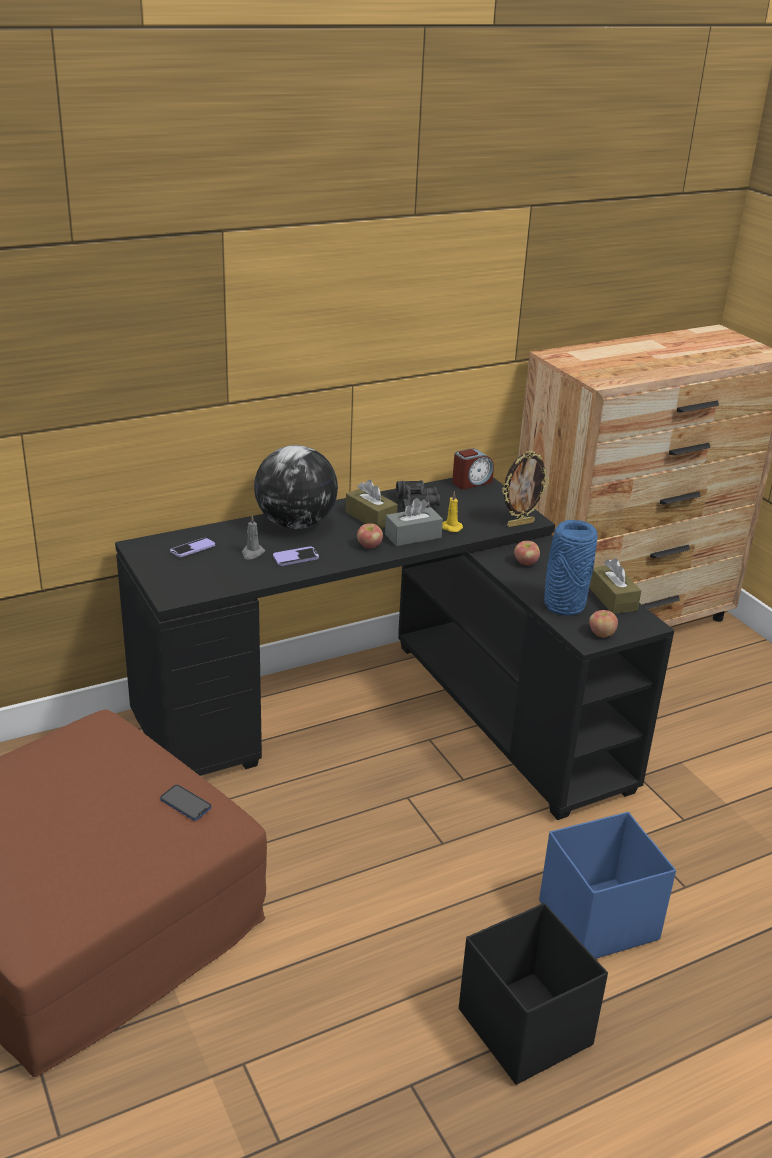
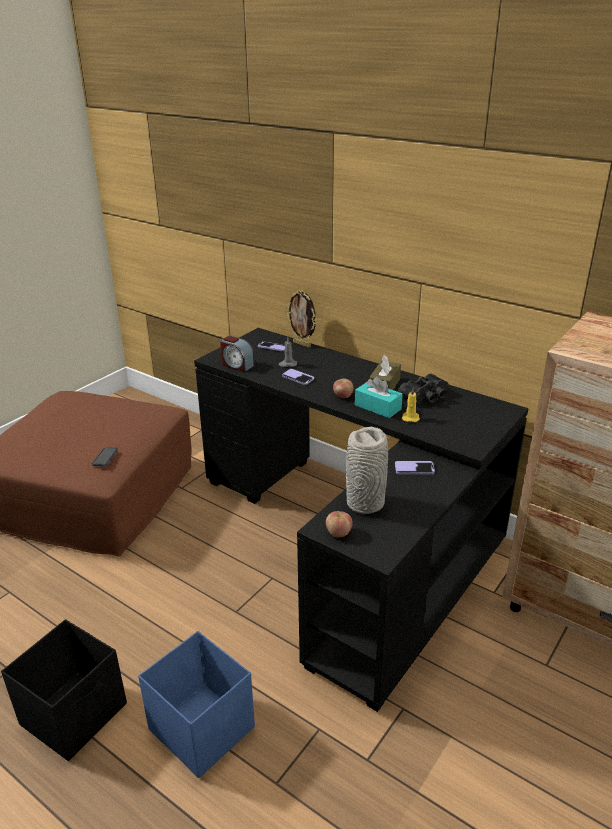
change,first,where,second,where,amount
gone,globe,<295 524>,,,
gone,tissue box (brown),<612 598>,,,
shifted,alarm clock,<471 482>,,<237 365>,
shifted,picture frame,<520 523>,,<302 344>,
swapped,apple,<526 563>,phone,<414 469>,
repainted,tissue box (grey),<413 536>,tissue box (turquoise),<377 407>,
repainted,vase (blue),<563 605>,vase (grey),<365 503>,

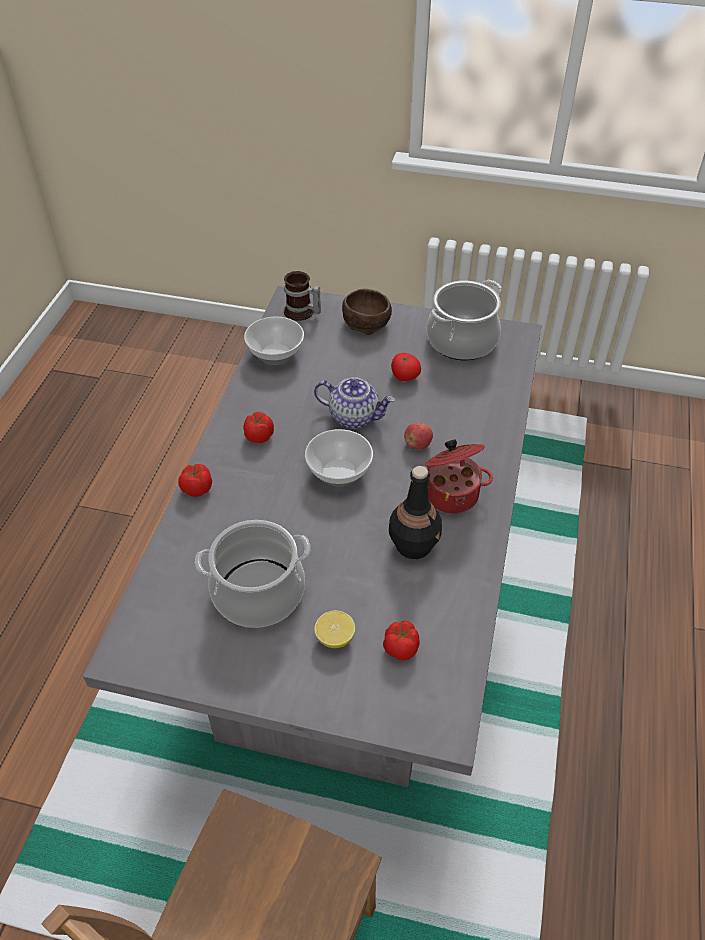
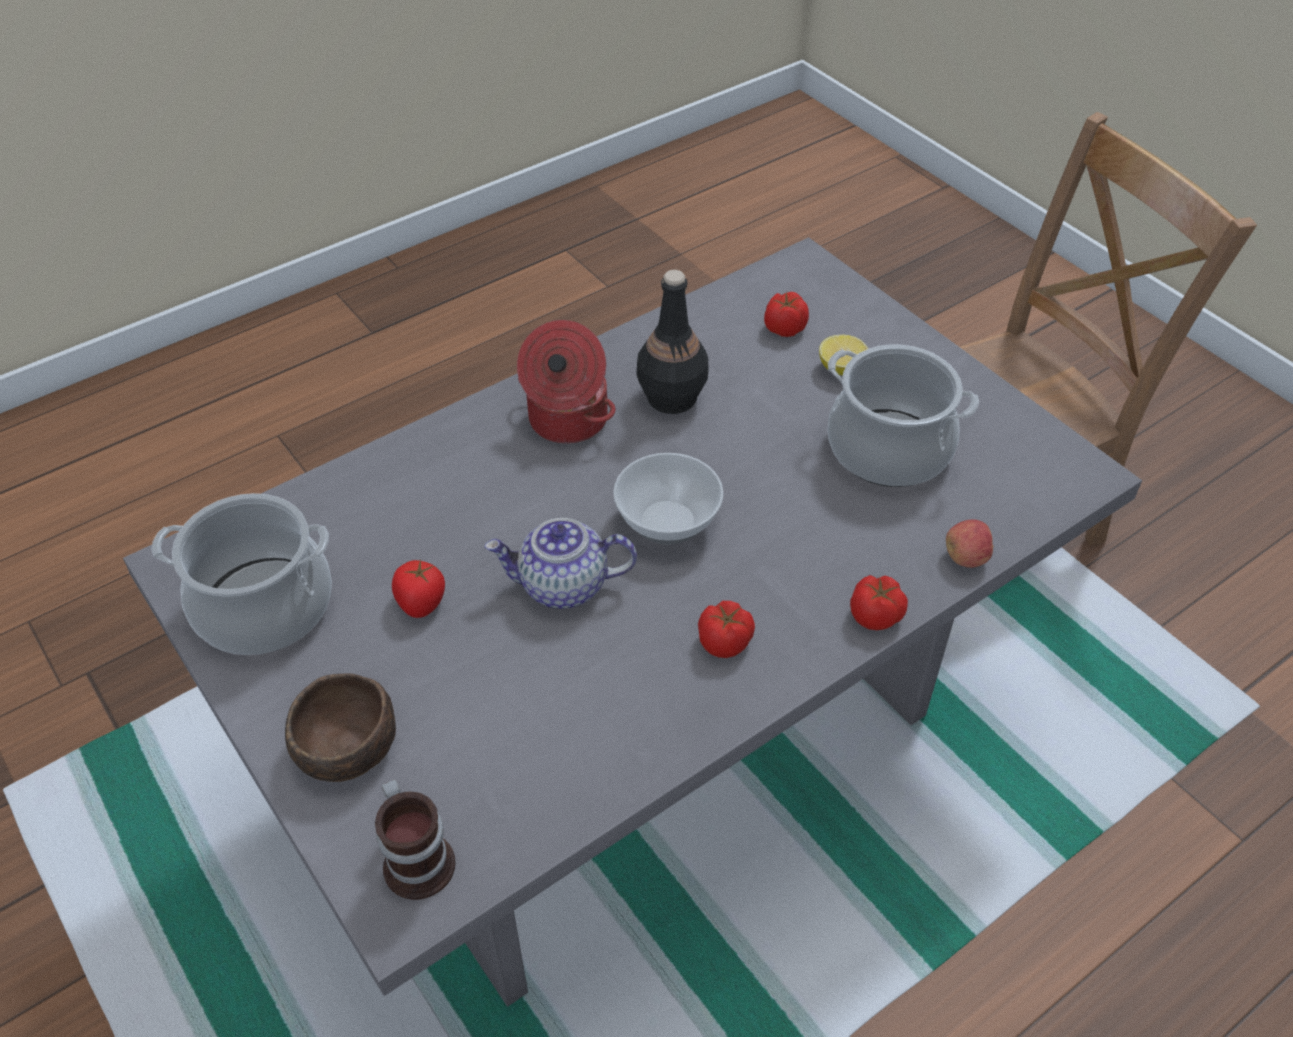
change,first,where,second,where,amount
gone,bowl,<275 355>,,,
shifted,apple,<417 444>,,<966 557>,
rotated,teapot,<354 416>,,<562 586>,60 degrees counterclockwise

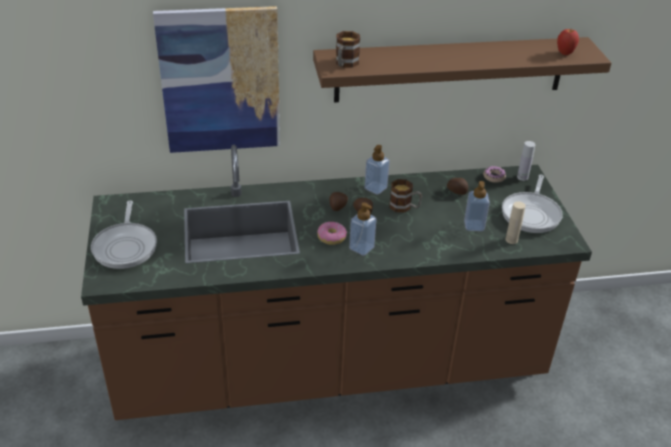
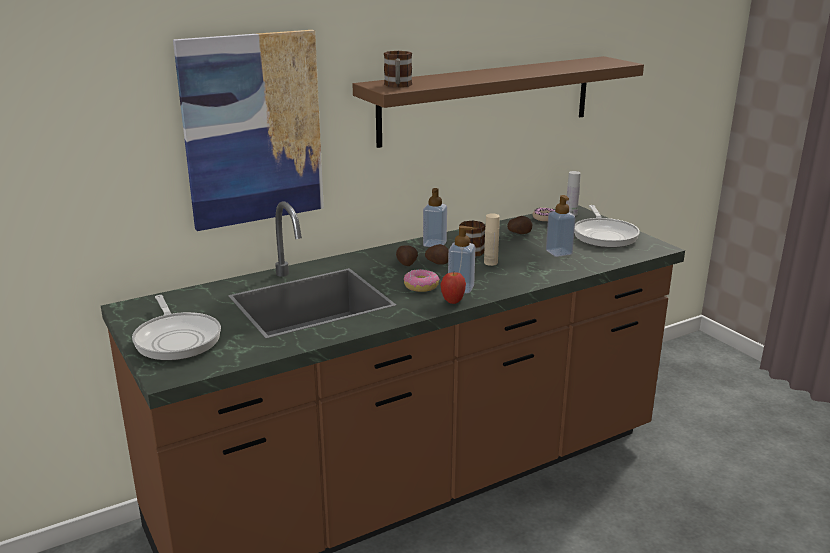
change,first,where,second,where,amount
shifted,bottle (beige),<511 240>,,<490 262>,
shifted,apple,<565 53>,,<452 301>,

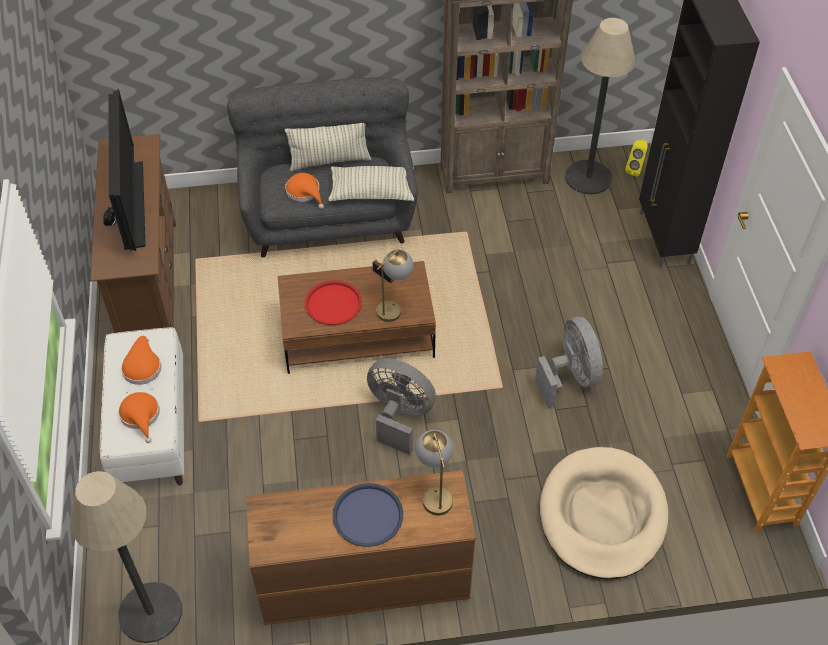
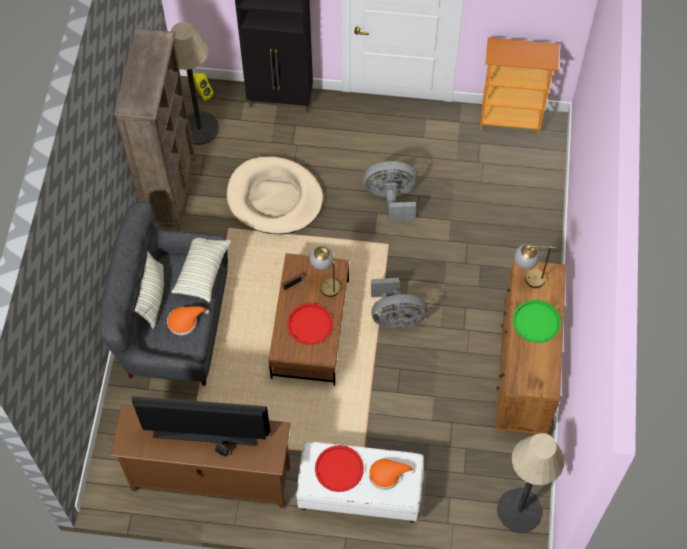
change,first,where,second,where,amount
shifted,dog bed (beige),<602 515>,,<275 198>,
swapped,hat (orange),<142 366>,tray (red),<339 469>,
repainted,tray (blue),<368 515>,tray (green),<536 321>,
rotated,fan (grey),<399 416>,,<395 317>,135 degrees counterclockwise

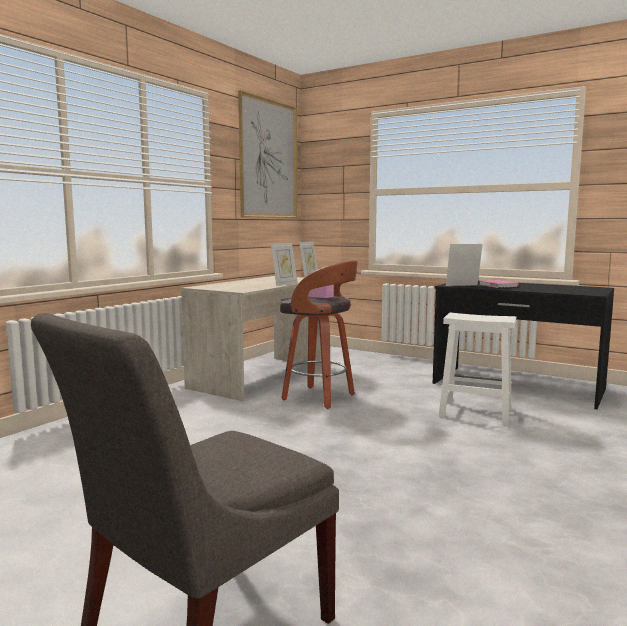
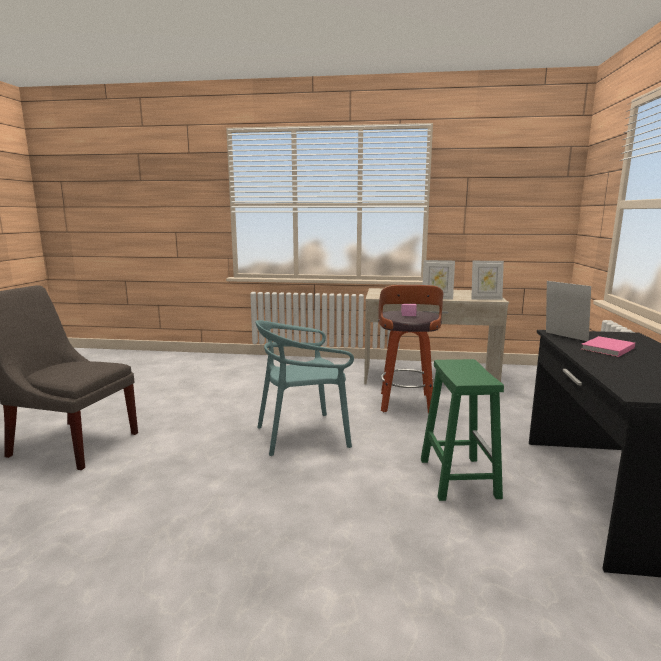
change,first,where,second,where,amount
gone,picture,<268 159>,,,
new,,,chair (turquoise),<303 435>,
repainted,stool (white),<474 413>,stool (green),<457 477>,

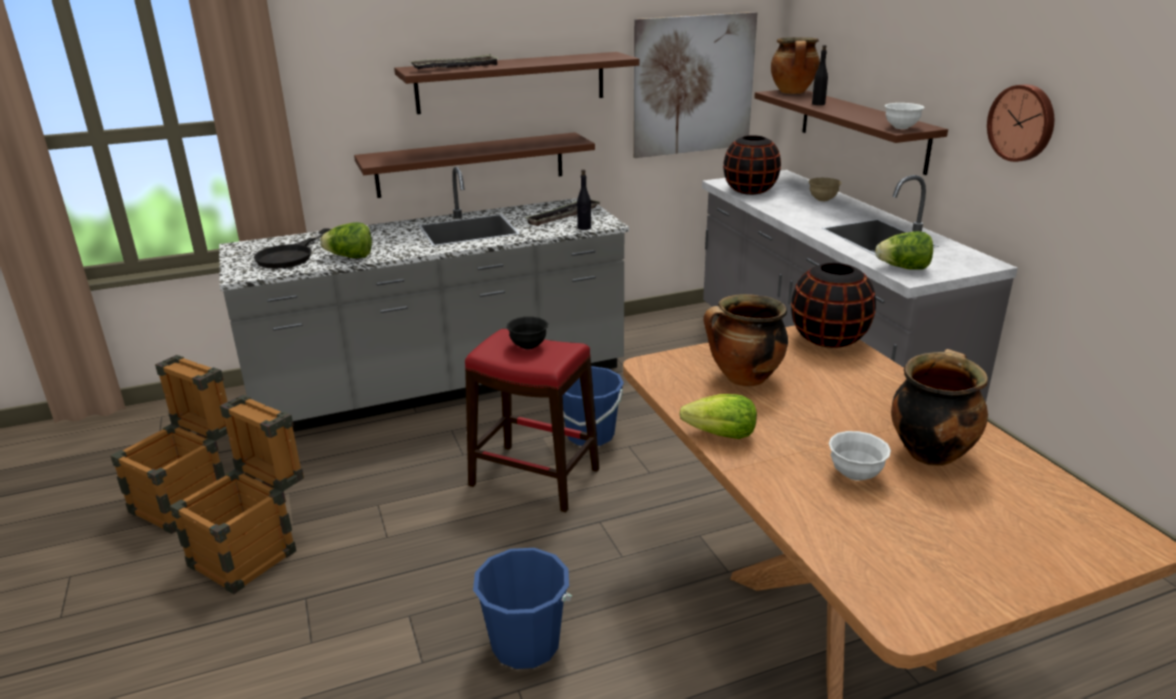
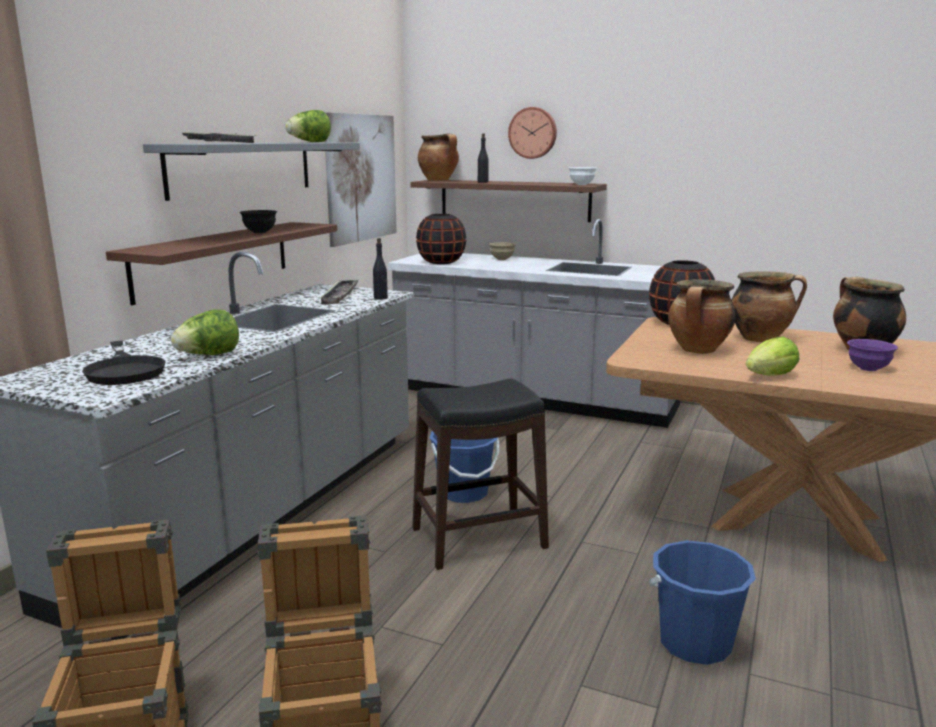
change,first,where,second,where,amount
new,,,cooking pot,<761 339>,
shifted,bowl (black),<528 346>,,<259 232>,
shifted,lettuce,<903 268>,,<310 142>,
shifted,wall clock,<1023 123>,,<533 133>,
repainted,shelf (brown),<511 82>,shelf (grey),<242 168>,
repainted,stool (red),<534 477>,stool (black),<478 538>,
repainted,bowl (white),<855 474>,bowl (purple),<868 369>,

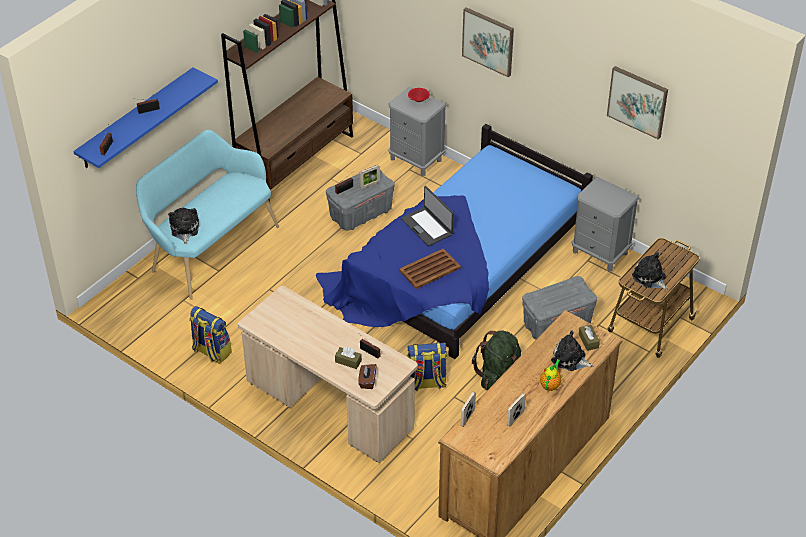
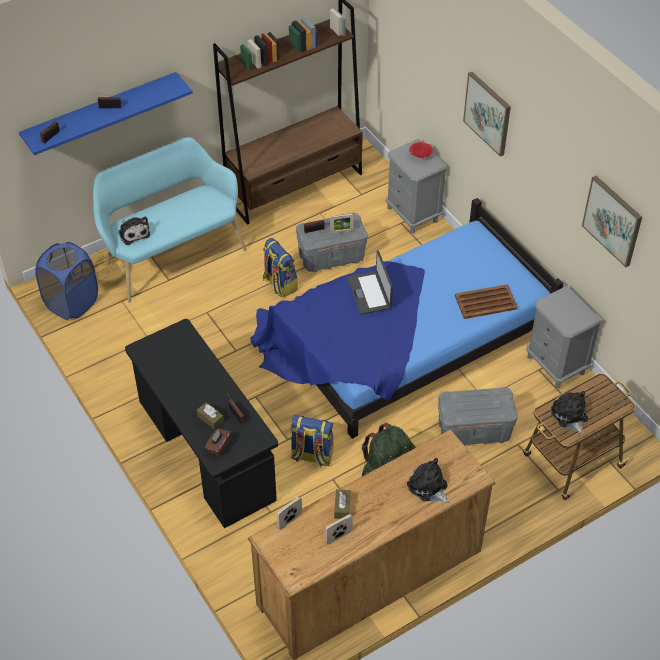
change,first,where,second,where,amount
gone,teapot,<550 384>,,,
new,,,laundry basket (blue),<72 303>,
shifted,backpack,<211 351>,,<279 284>,
shifted,tray (brown),<430 269>,,<486 302>,
shifted,tissue box (brown),<588 341>,,<342 507>,
repainted,desk (beige),<329 406>,desk (black),<206 452>,
rotated,plush toy,<184 229>,,<133 233>,135 degrees clockwise

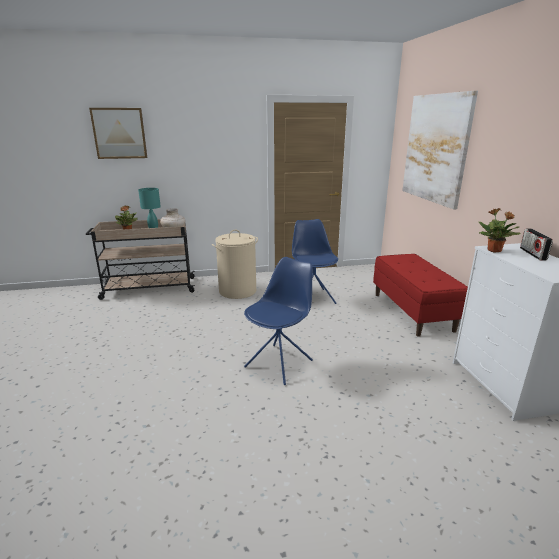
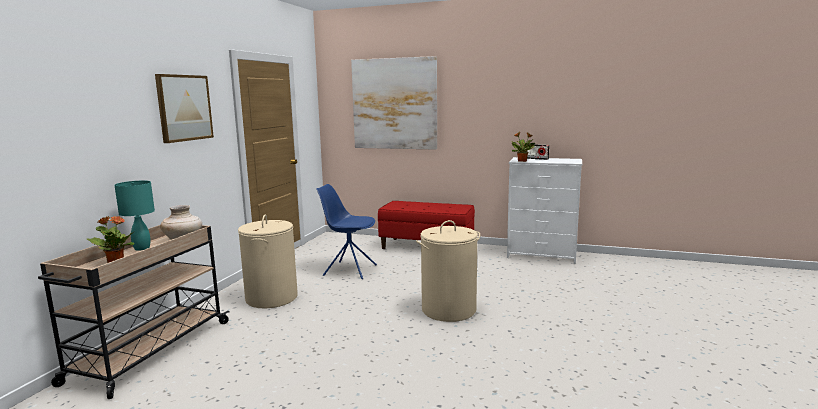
change,first,where,second,where,amount
shifted,picture,<119 133>,,<184 108>,
swapped,chair (blue),<280 363>,laundry basket (beige),<448 309>,

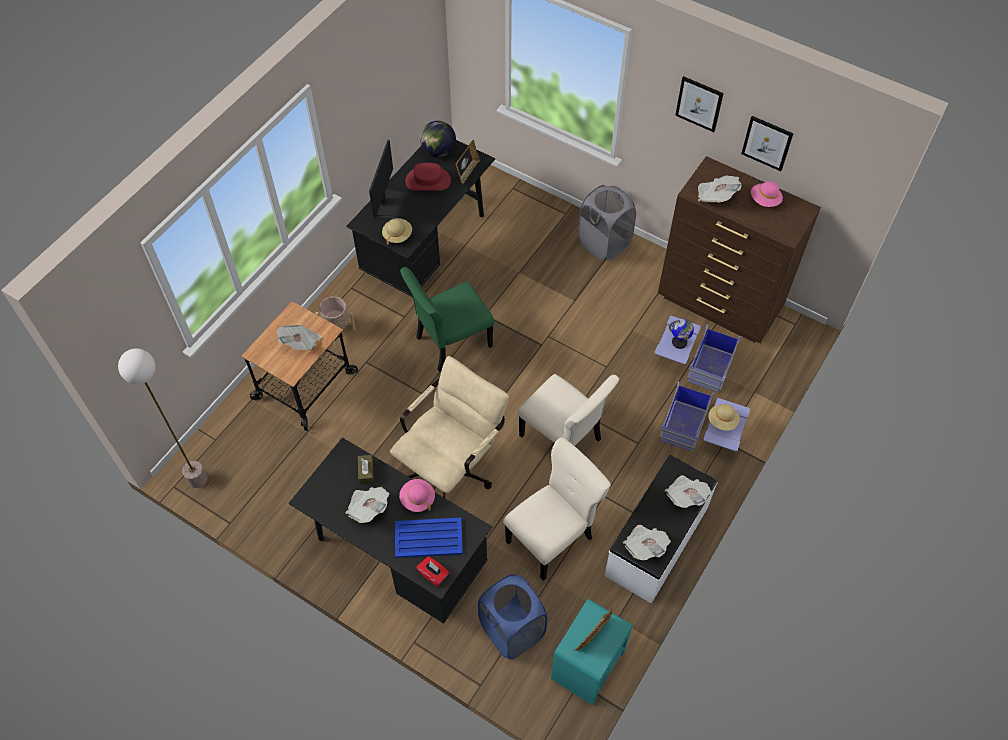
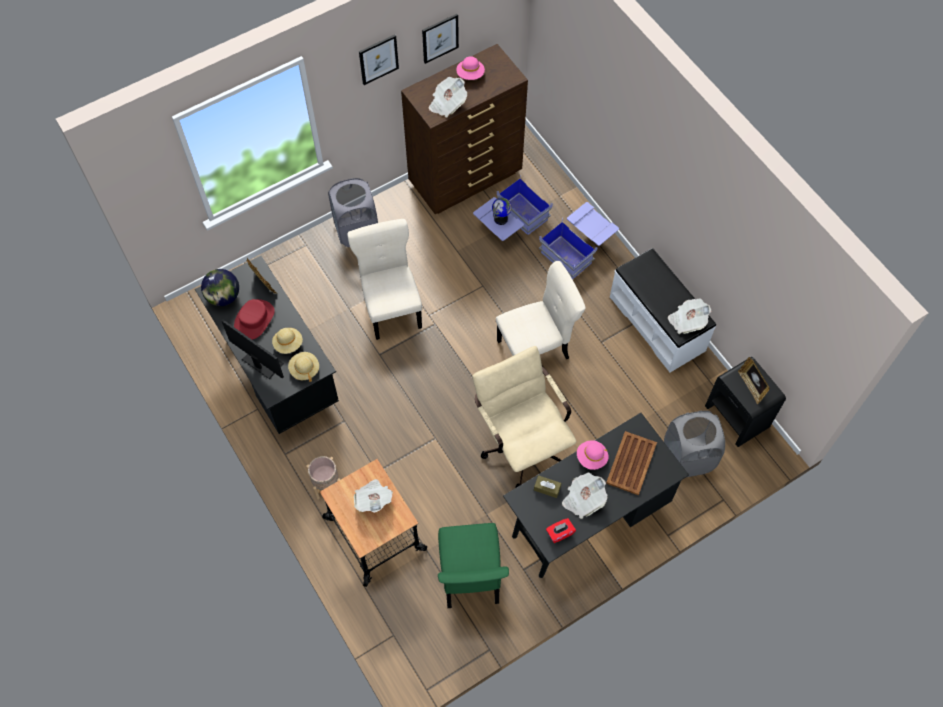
change,first,where,second,where,amount
gone,floor lamp,<197 479>,,,
gone,newspaper,<686 496>,,,
shifted,chair (green),<450 343>,,<470 578>,
shifted,tissue box (red),<433 574>,,<559 533>,
shifted,chair (beige),<552 538>,,<391 307>,
shifted,hat (beige),<722 421>,,<288 344>,
repainted,tray (blue),<429 538>,tray (brown),<631 462>,
repainted,laundry basket (blue),<512 630>,laundry basket (grey),<687 458>,
repainted,nightstand (turquoise),<587 665>,nightstand (black),<737 417>,

